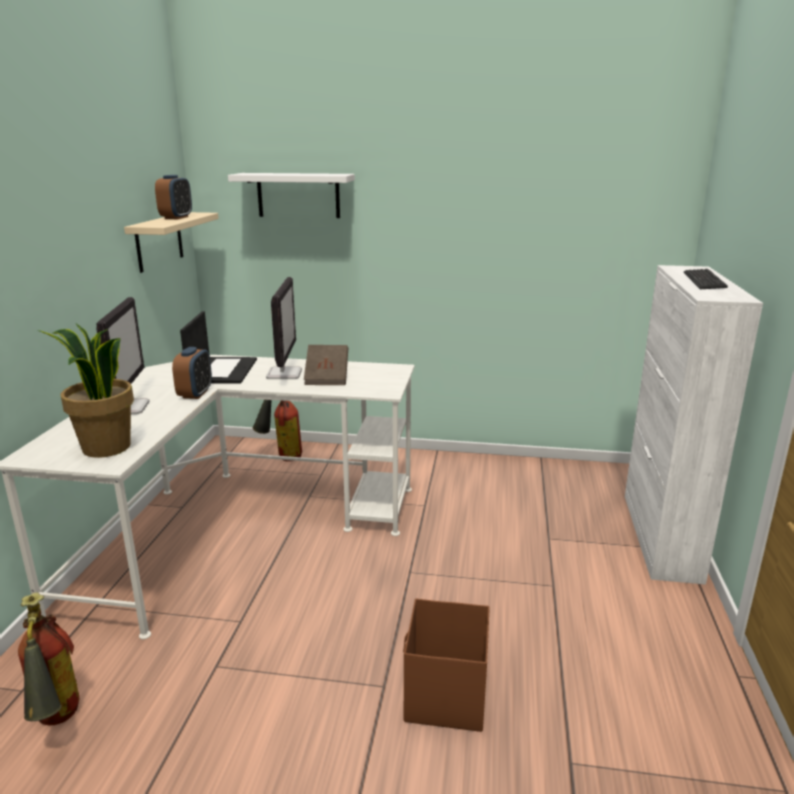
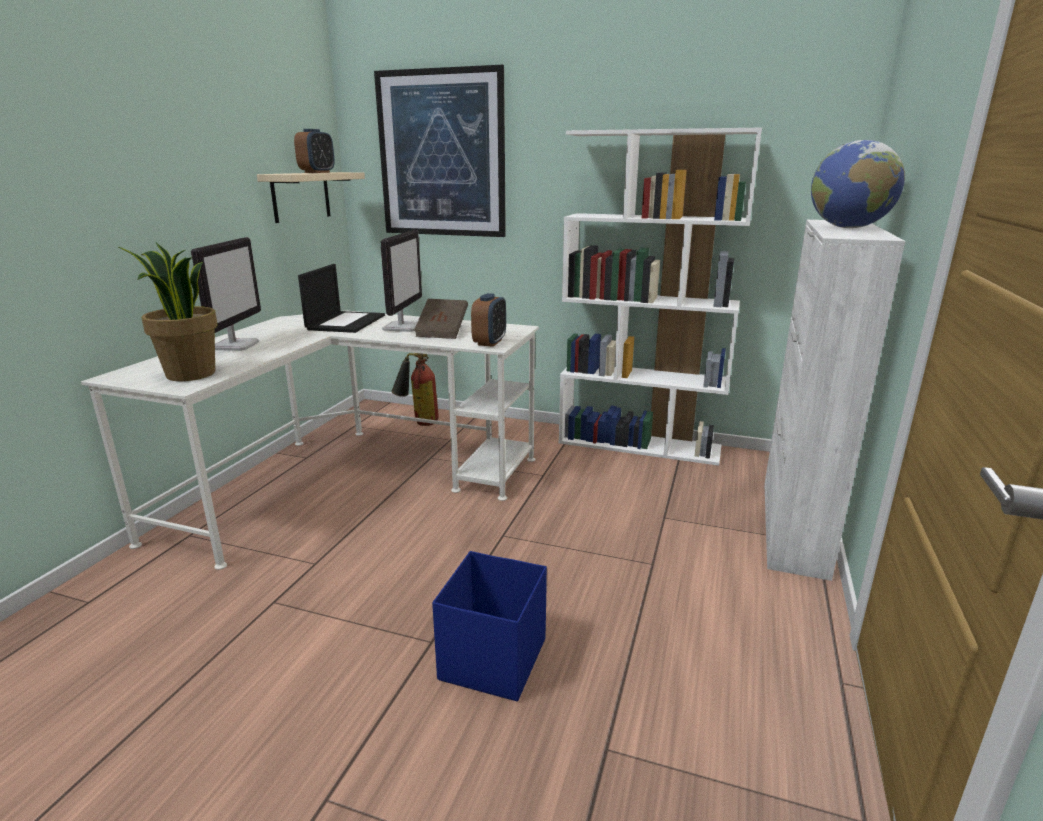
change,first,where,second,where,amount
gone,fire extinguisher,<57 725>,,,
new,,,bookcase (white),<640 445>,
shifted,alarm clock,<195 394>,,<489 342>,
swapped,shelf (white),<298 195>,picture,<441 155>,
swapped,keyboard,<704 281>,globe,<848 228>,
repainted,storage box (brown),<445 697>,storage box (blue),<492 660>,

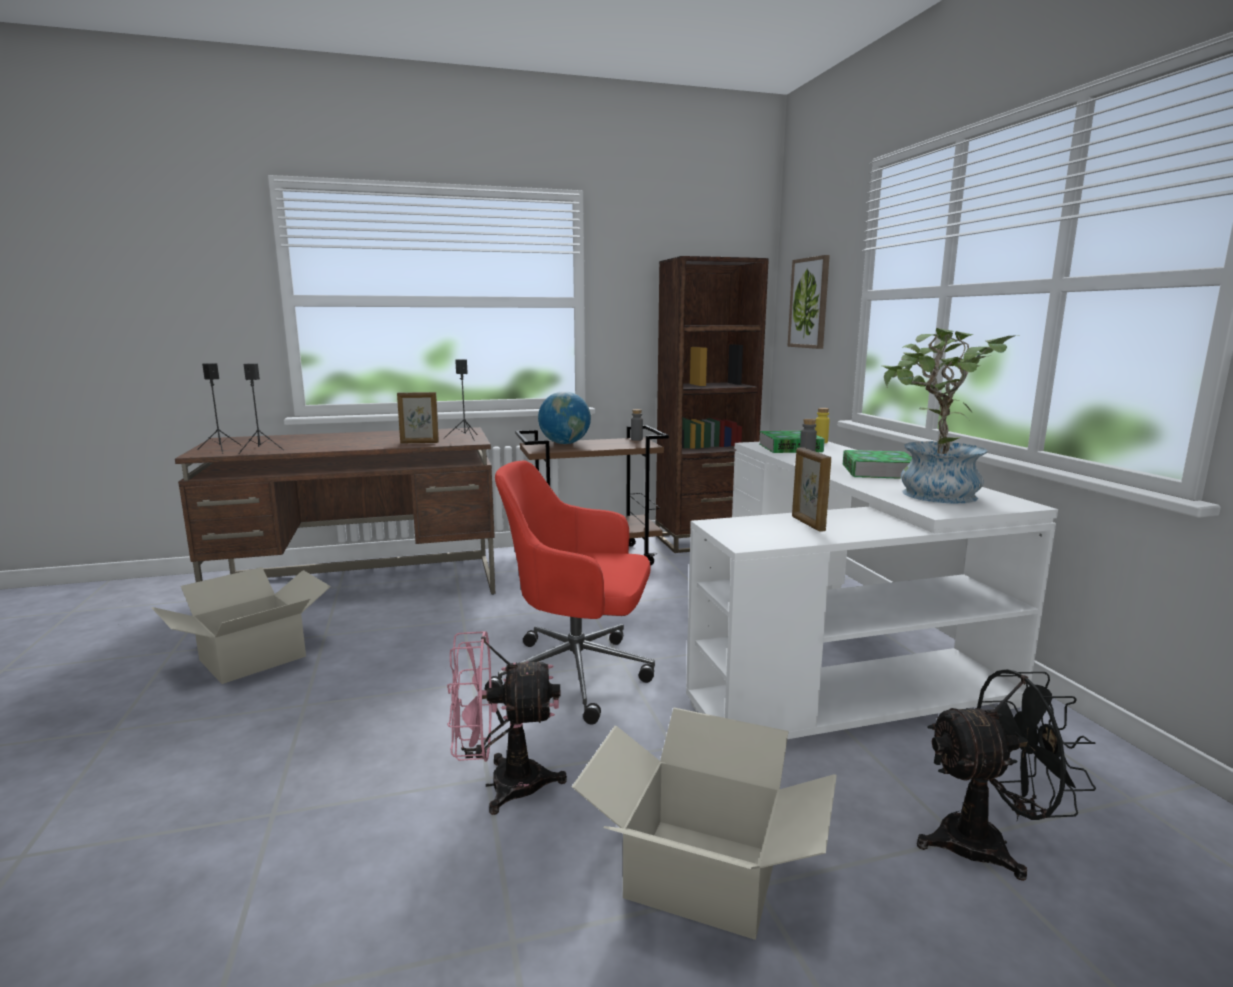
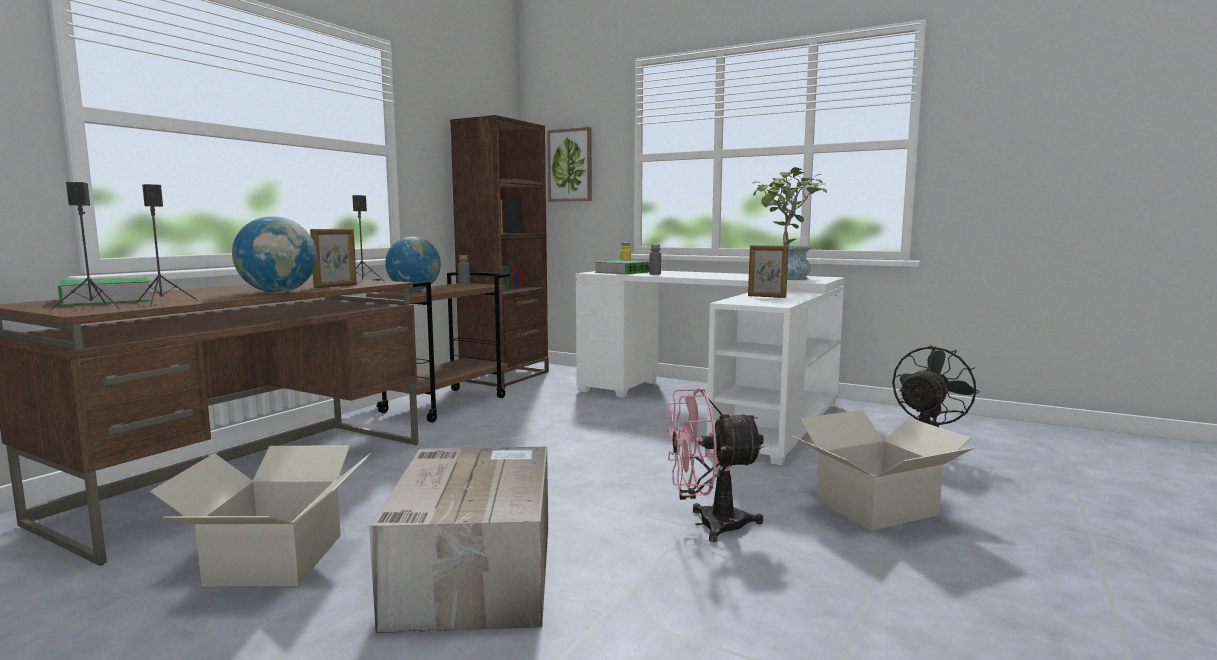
change,first,where,second,where,amount
gone,office chair (red),<578 674>,,,
new,,,globe,<278 292>,
new,,,cardboard box,<474 571>,
shifted,book,<878 471>,,<106 299>,
rotated,fan (pink),<502 785>,,<709 525>,45 degrees clockwise

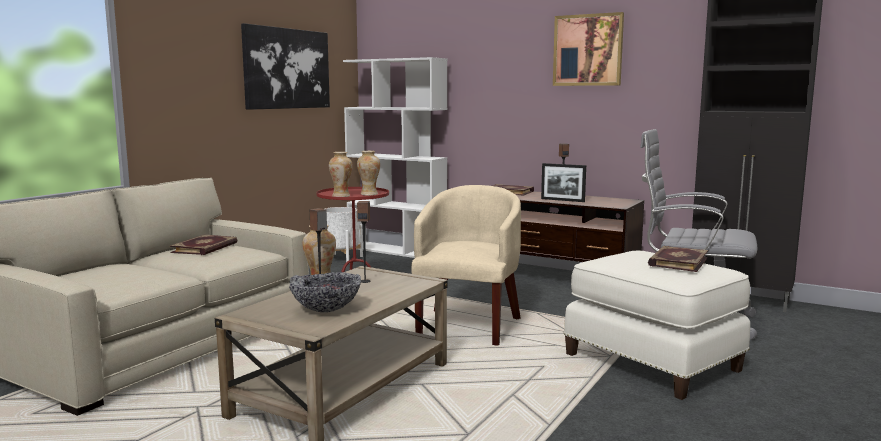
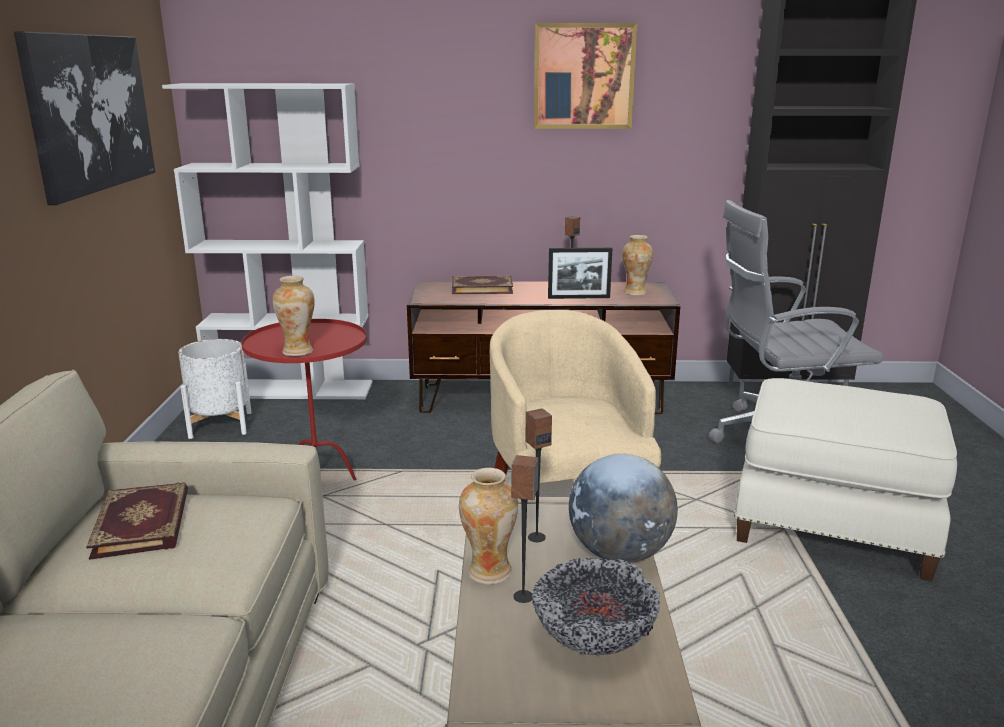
change,first,where,second,where,amount
gone,book,<677 261>,,,
new,,,globe,<620 553>,
shifted,vase,<369 194>,,<635 292>,

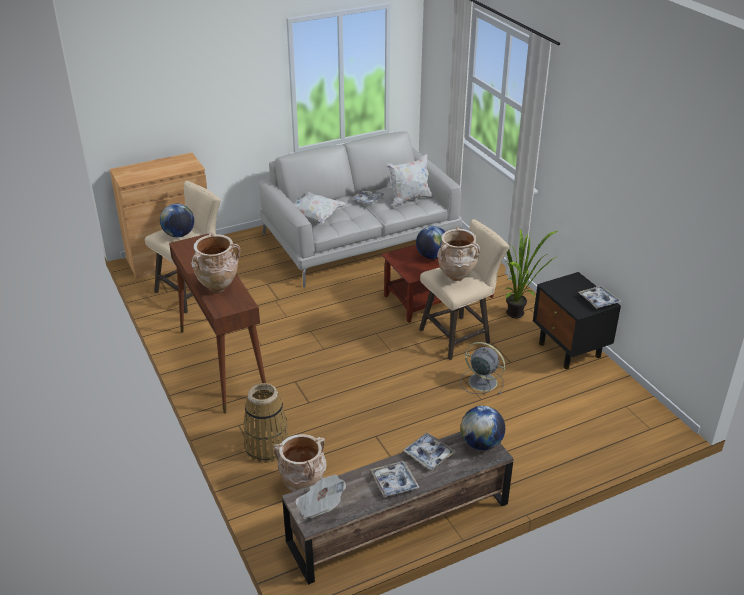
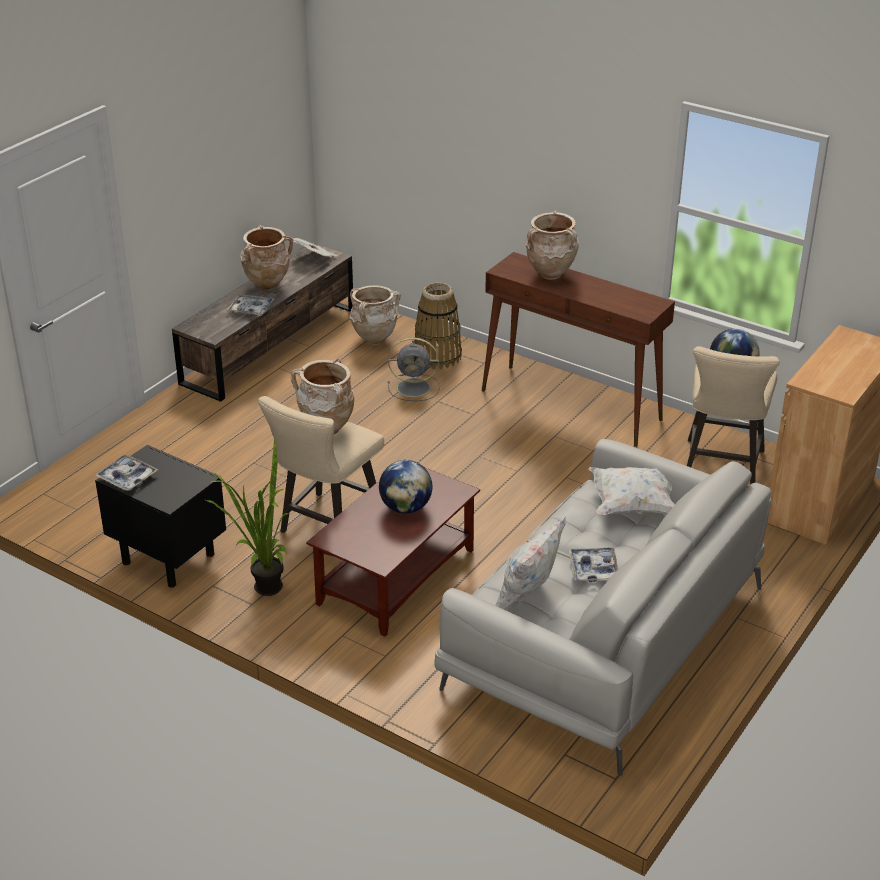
change,first,where,second,where,amount
gone,globe,<481 443>,,,
shifted,fan (grey),<481 381>,,<415 388>,
swapped,tray,<394 482>,vase (beige),<267 285>,

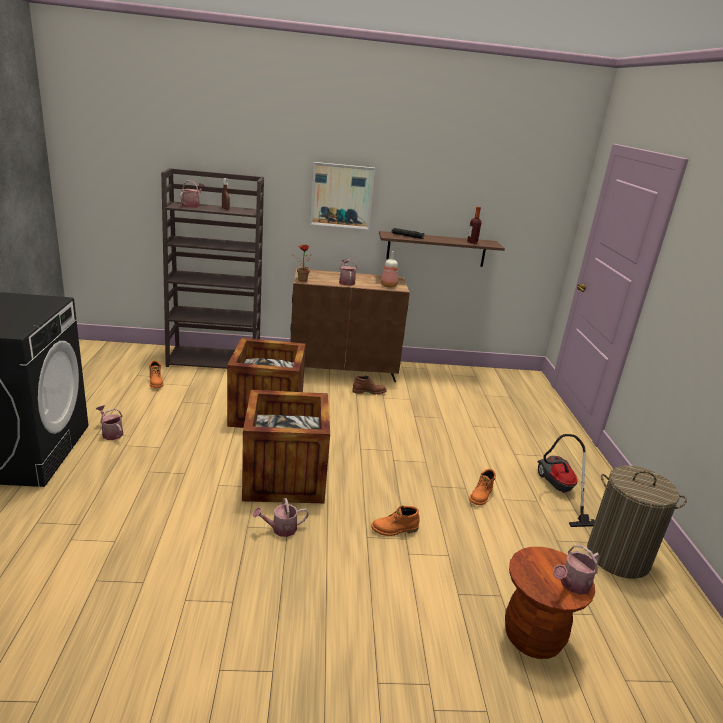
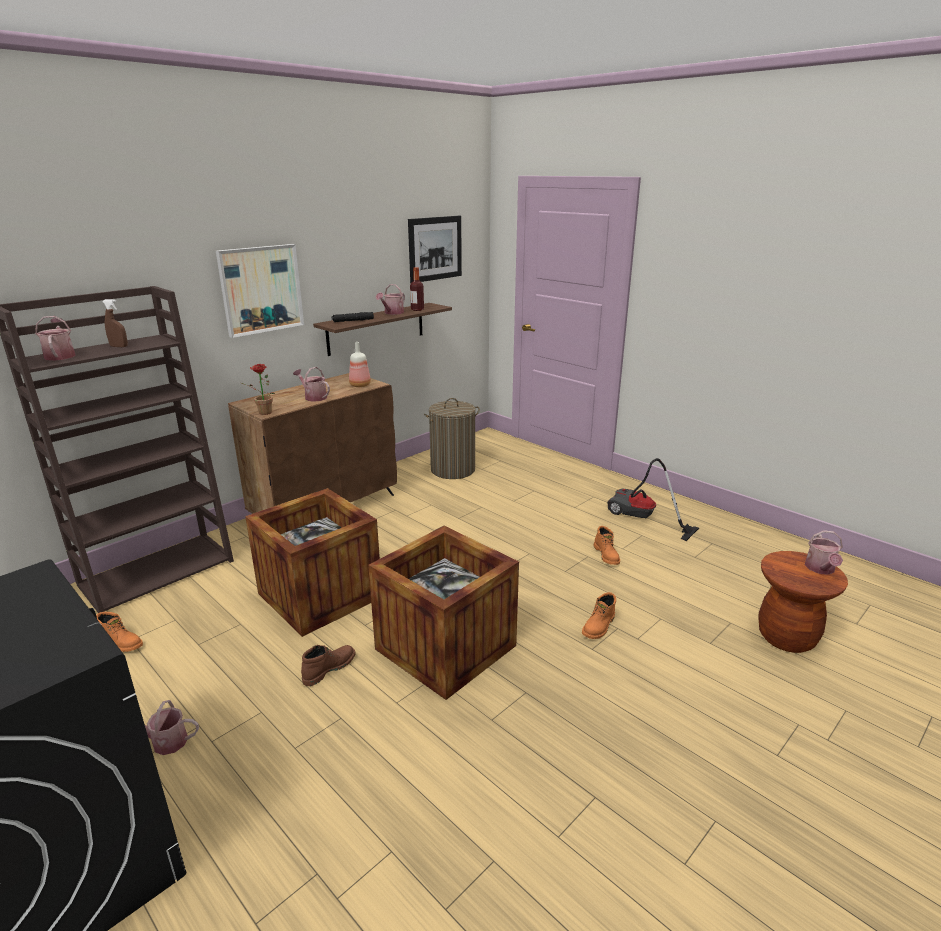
change,first,where,second,where,amount
new,,,picture,<435 248>,
shifted,watering can,<280 529>,,<392 313>,
shifted,boot (brown),<369 392>,,<329 668>,
shifted,laundry basket,<618 556>,,<453 470>,

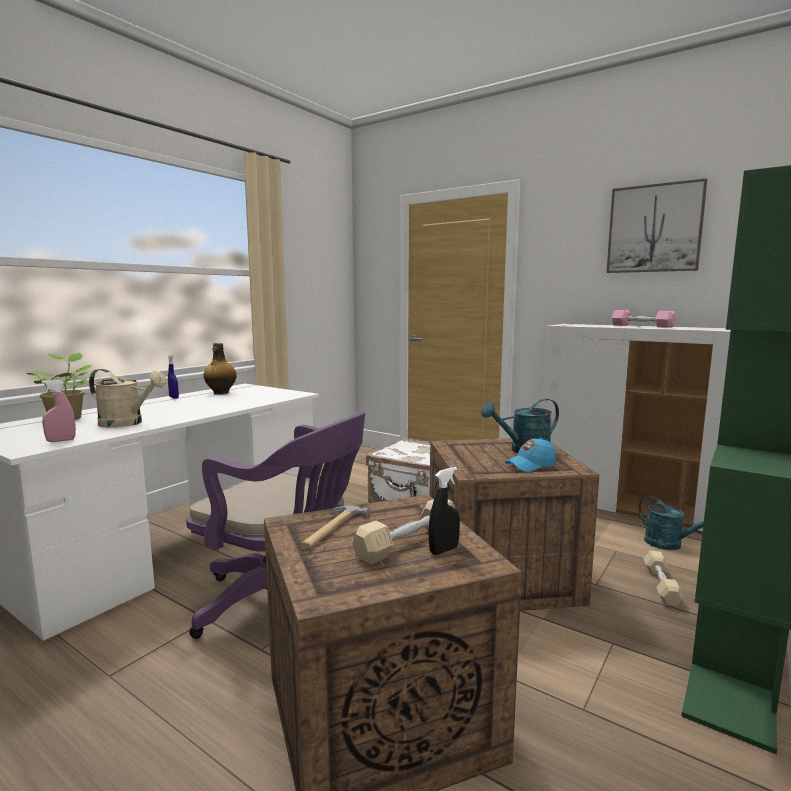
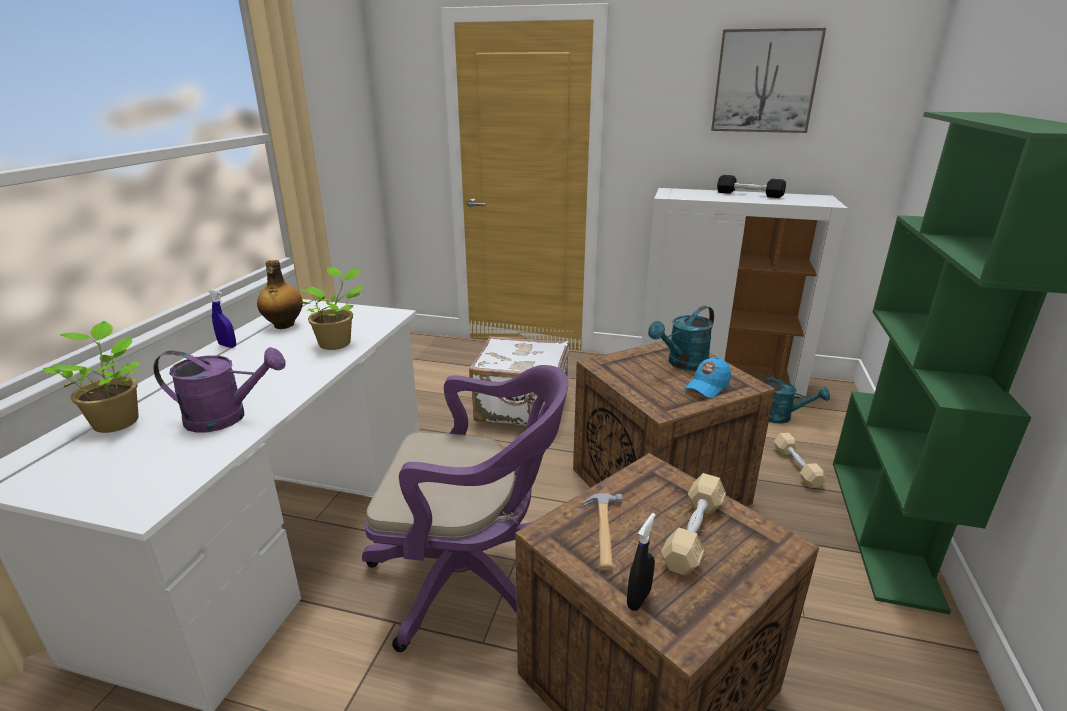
change,first,where,second,where,amount
gone,spray bottle (pink),<61 440>,,,
new,,,potted plant,<337 343>,
shifted,spray bottle (black),<444 550>,,<639 598>,
repainted,watering can (beige),<127 423>,watering can (purple),<227 417>,
repainted,dumbbell (pink),<641 326>,dumbbell (black),<749 194>,

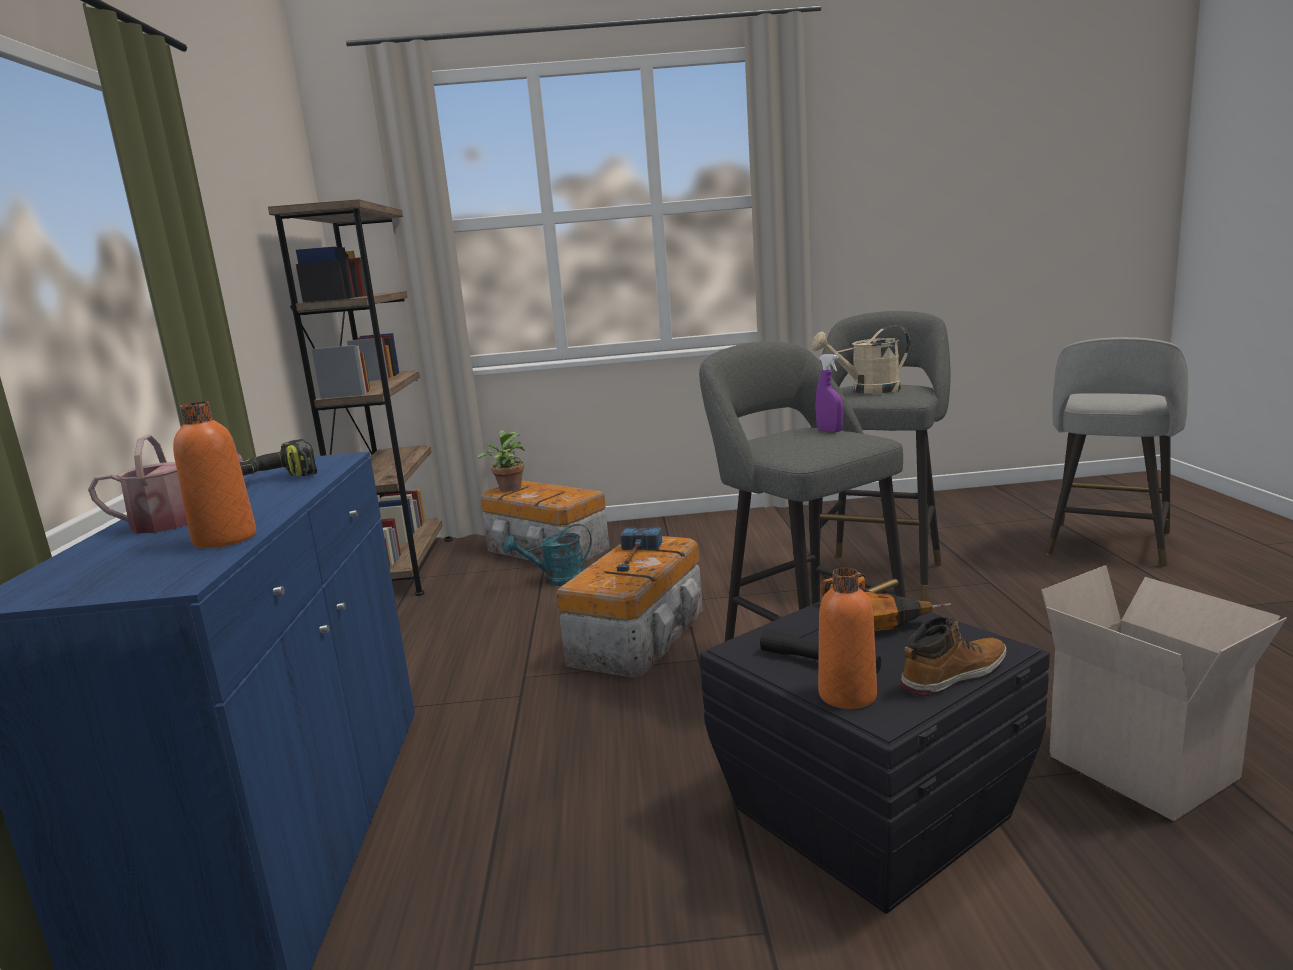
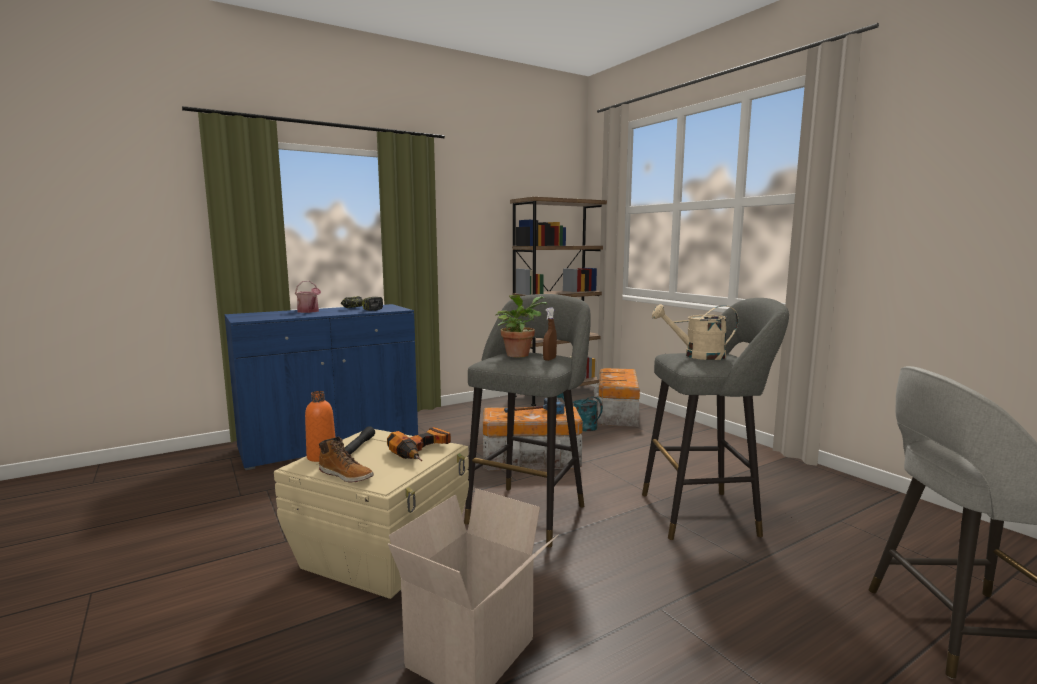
change,first,where,second,where,amount
gone,bottle (orange),<225 539>,,,
shifted,potted plant,<509 488>,,<519 354>,
repainted,storage box (black),<869 810>,storage box (beige),<383 552>,
repainted,spray bottle (purple),<829 430>,spray bottle (brown),<549 359>,
rotated,watering can (beige),<867 390>,,<697 356>,45 degrees counterclockwise

